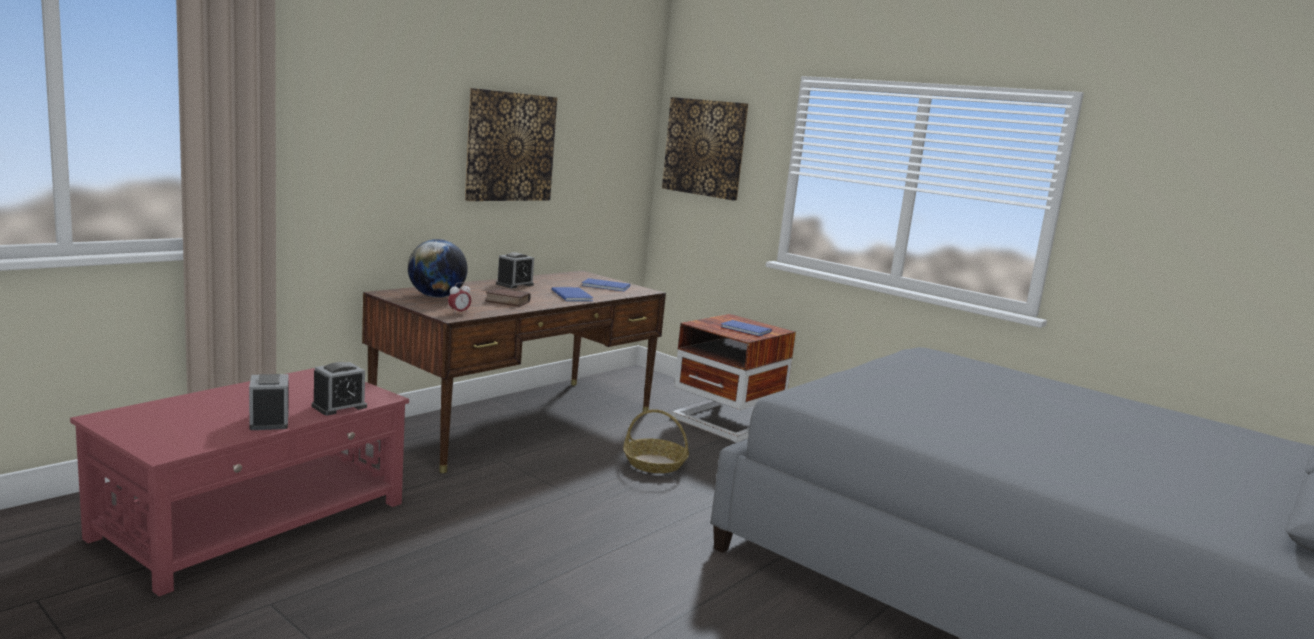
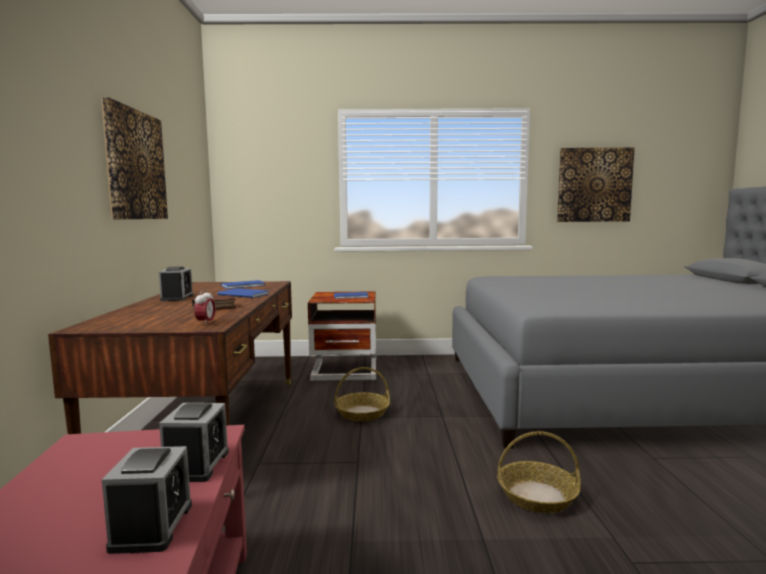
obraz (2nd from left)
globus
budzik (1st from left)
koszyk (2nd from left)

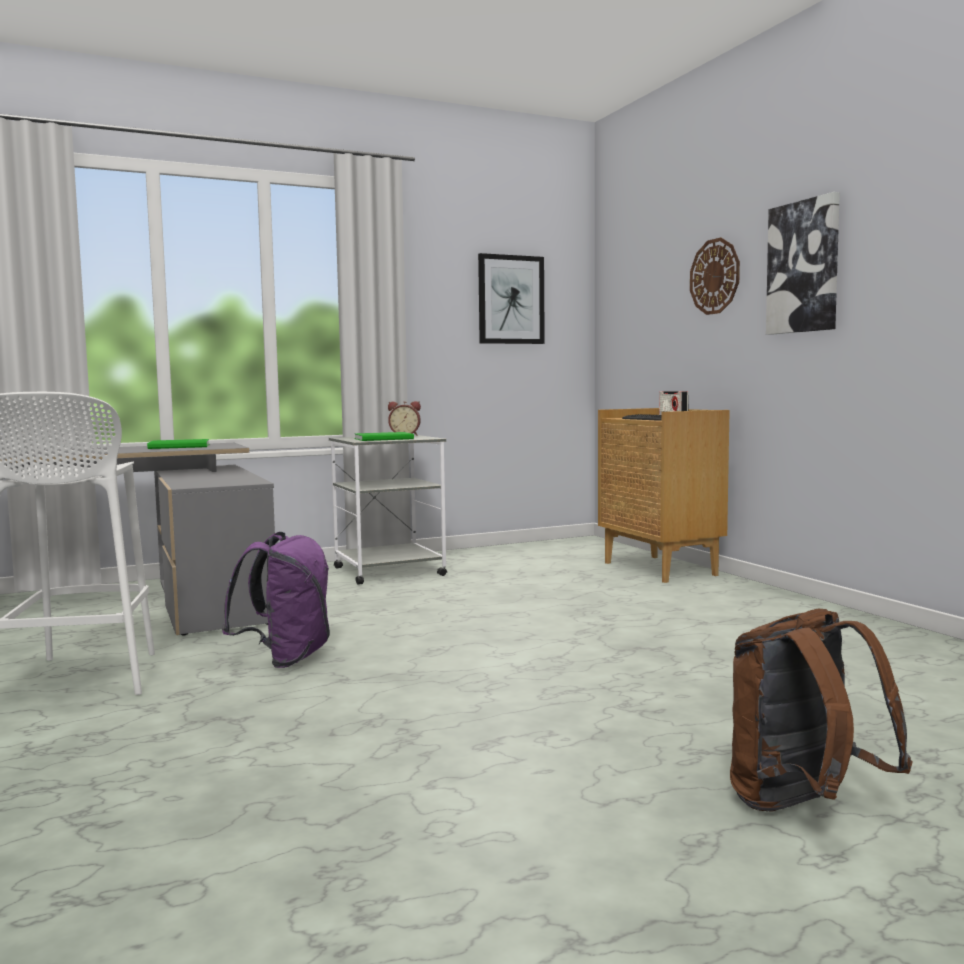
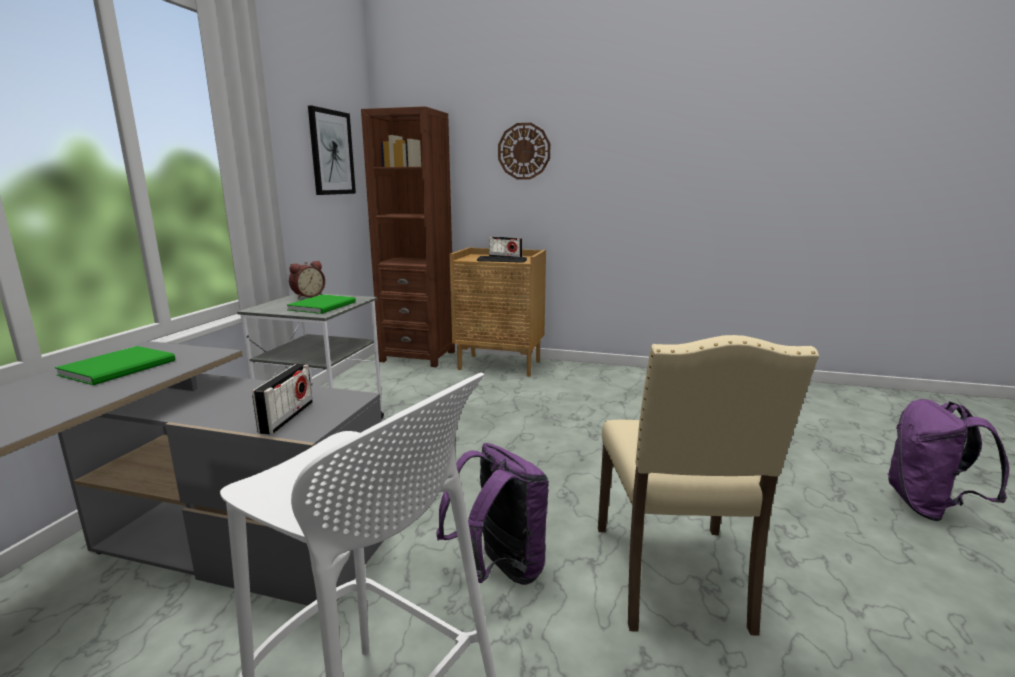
obraz (2nd from left in the first image)
plecak (fioletowy) (2nd from left)
regał (brązowy)
krzesło (beżowy)
radio (1st from left)

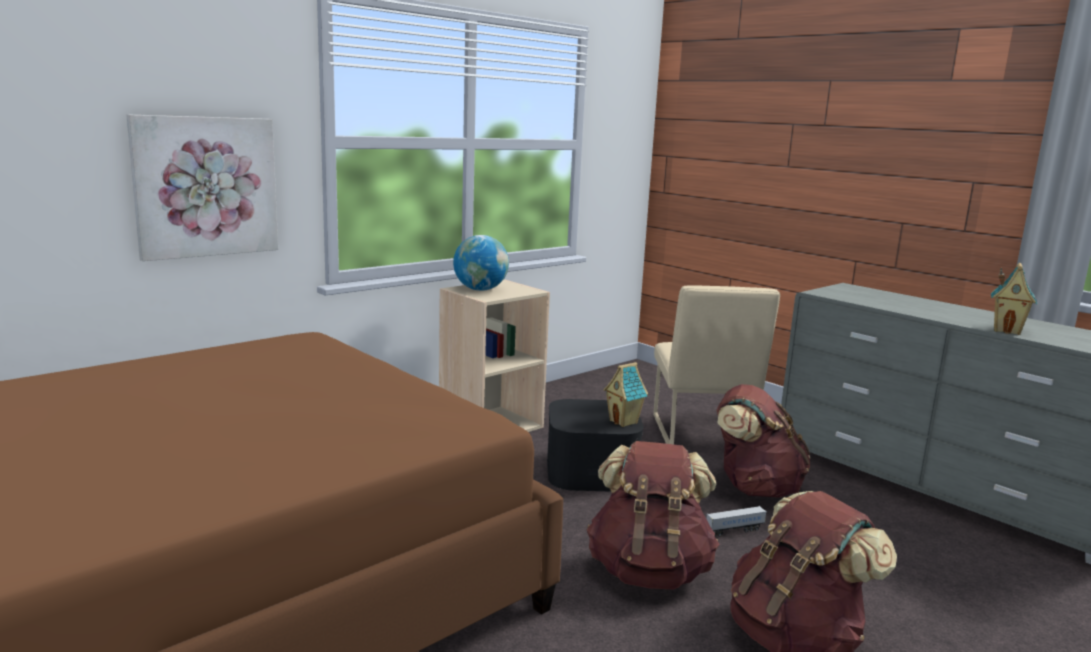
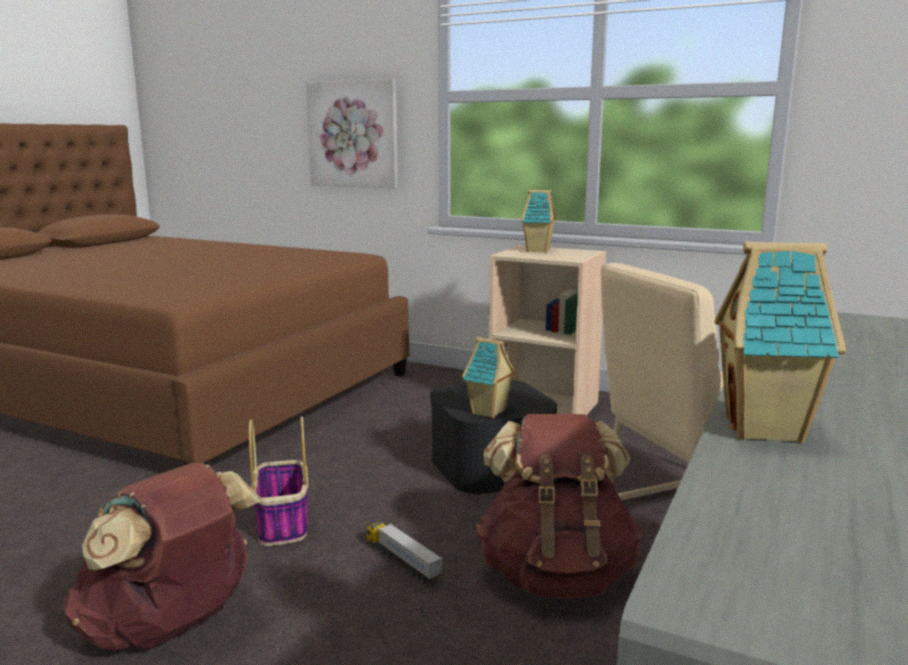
domek (2nd from left)
koszyk

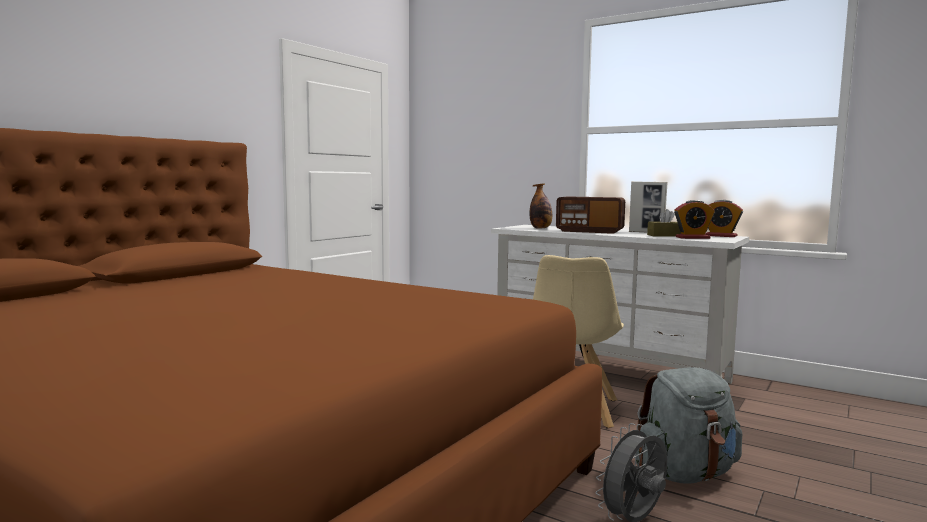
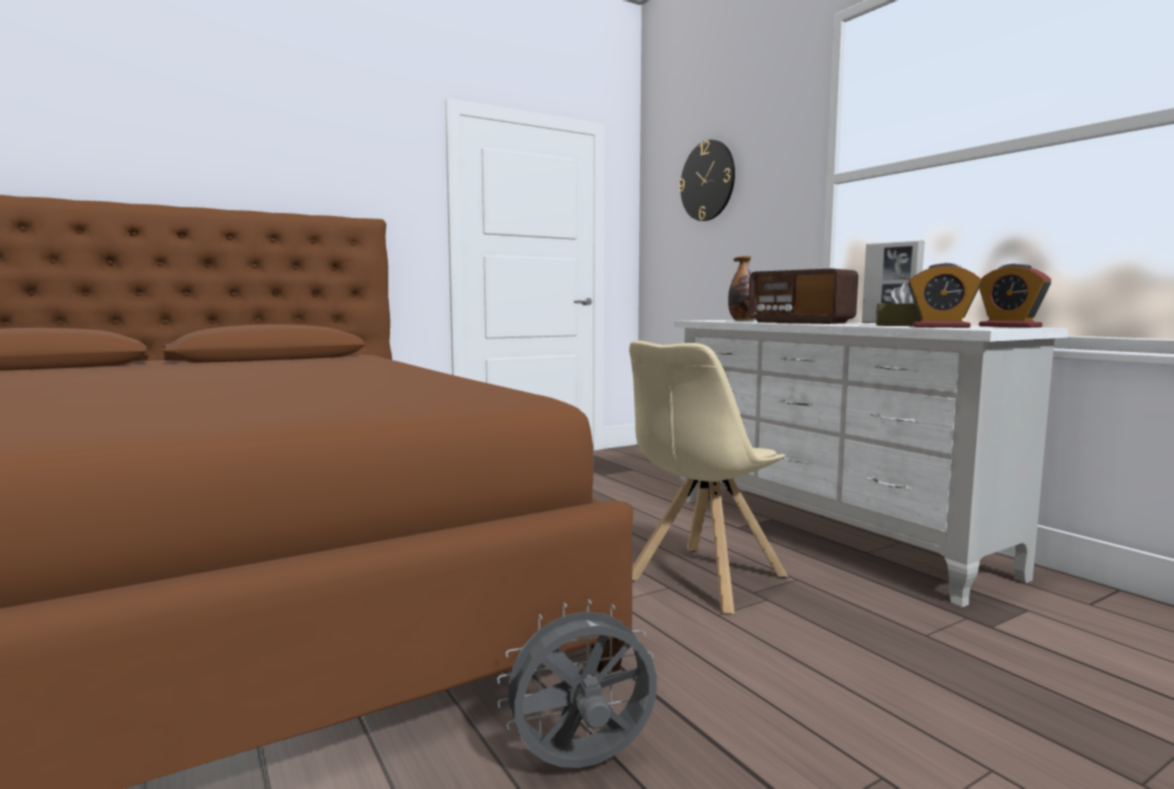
plecak (szary)
zegar ścienny

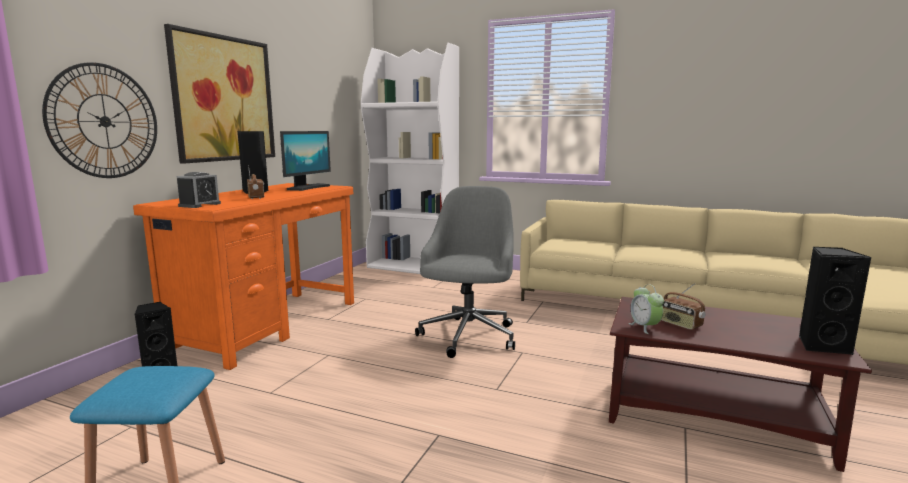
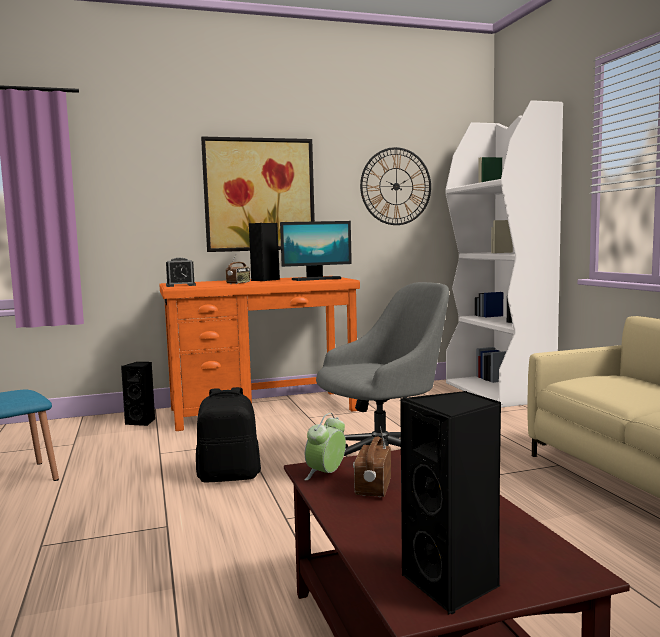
zegar ścienny
plecak (czarny)

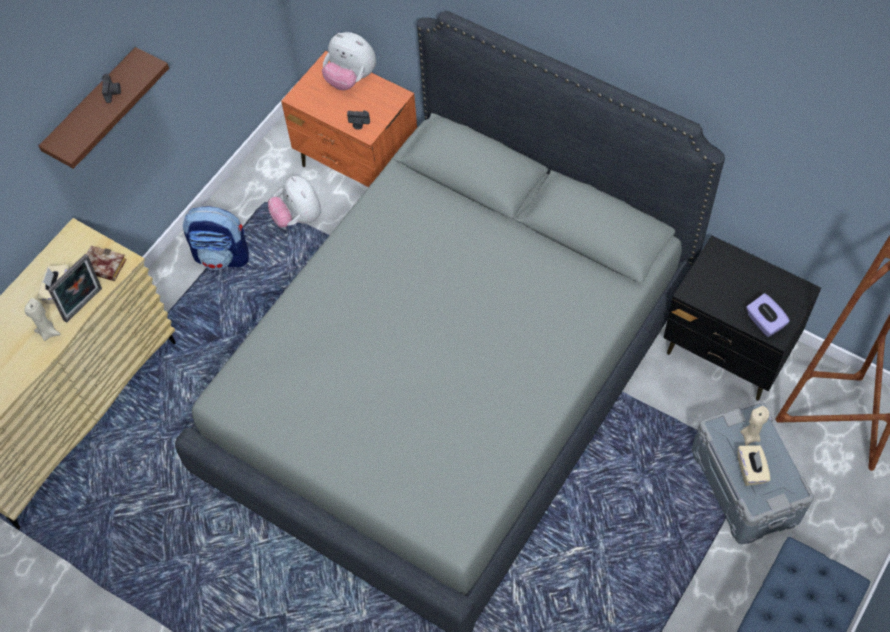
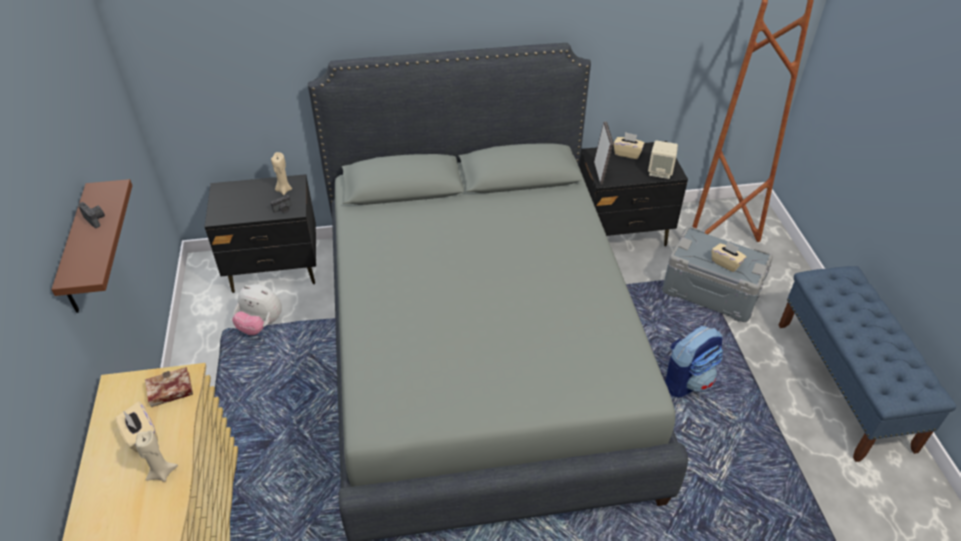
pluszak (2nd from left in the first image)
szafka nocna (czarny) (1st from left)
plecak
ramka na zdjęcie
głośnik (beżowy)
świeca (beżowy) (2nd from left)
pudełko chusteczek (beżowy) (2nd from left)

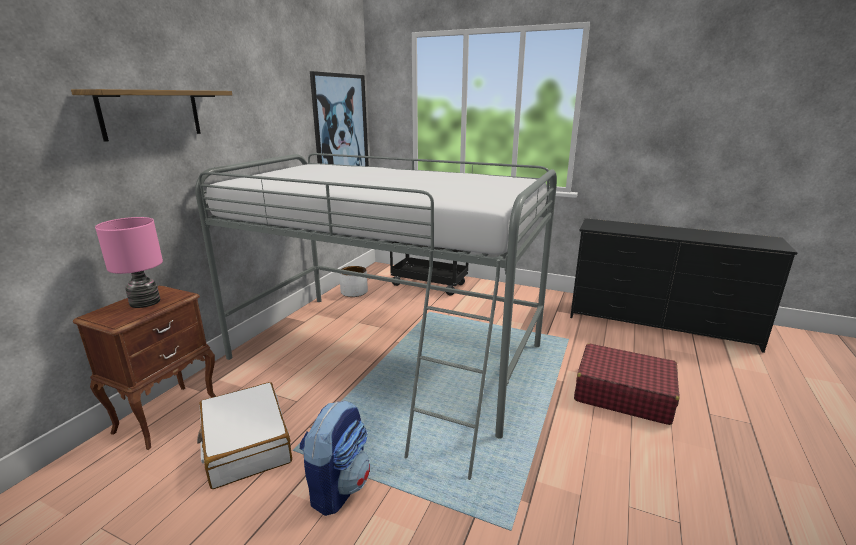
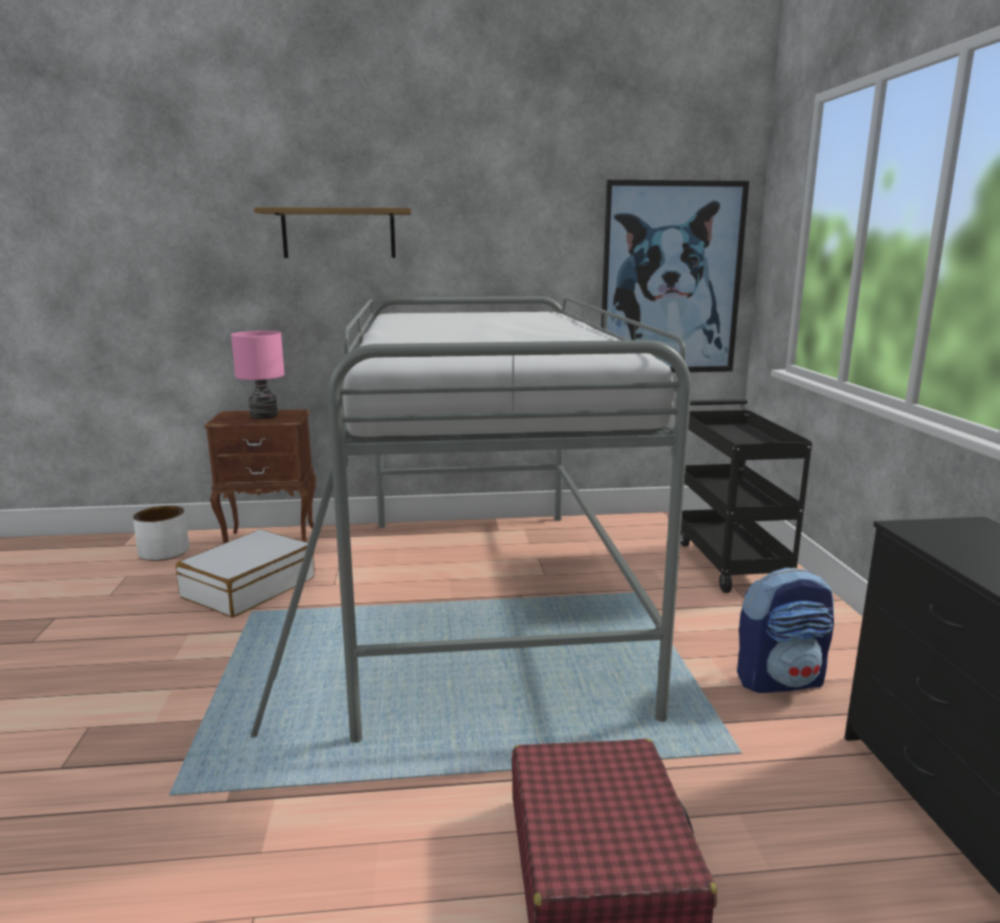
donica (biały)
plecak

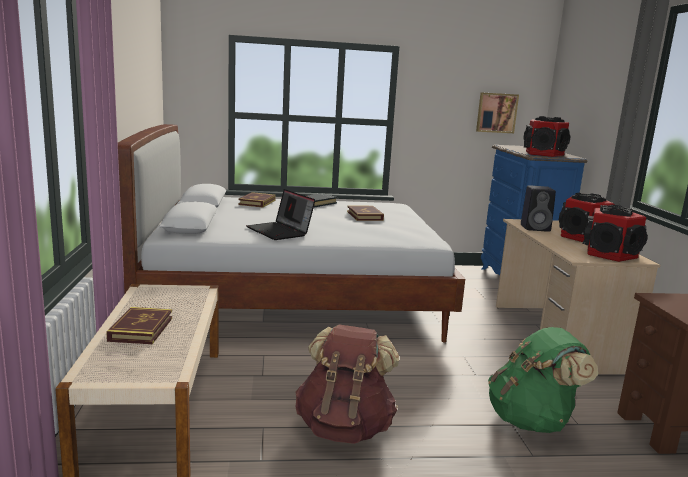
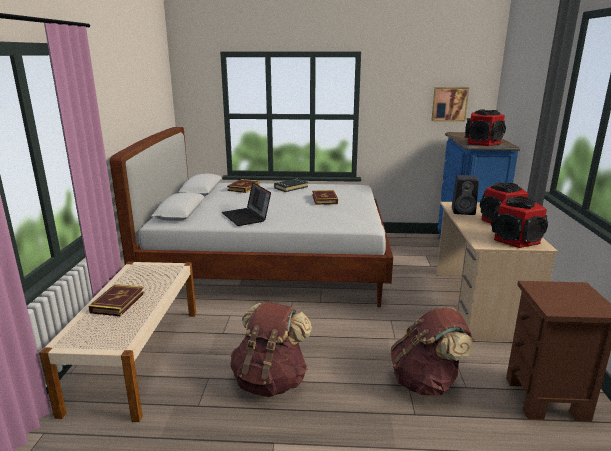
plecak (brązowy) (2nd from left)

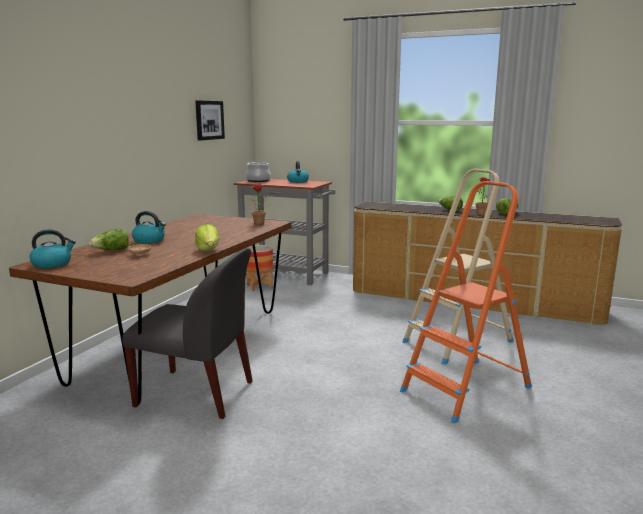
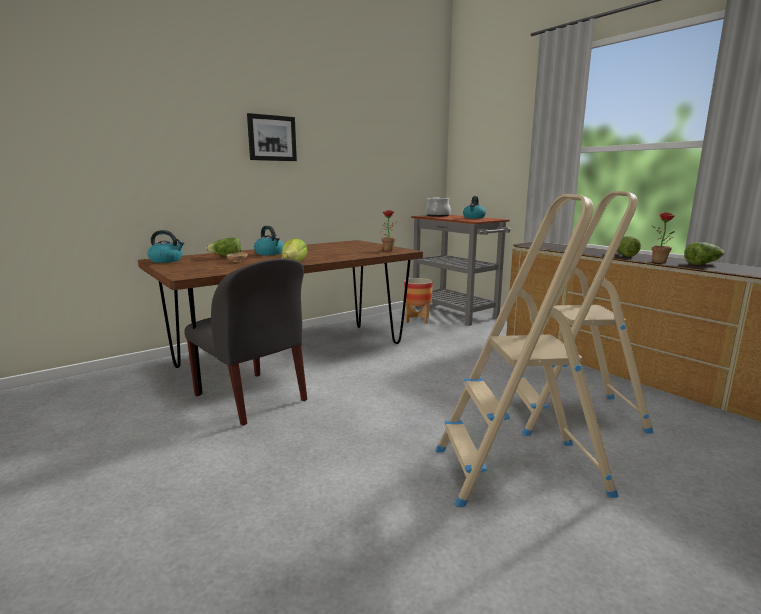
obraz
drabinka (beżowy) (1st from left)

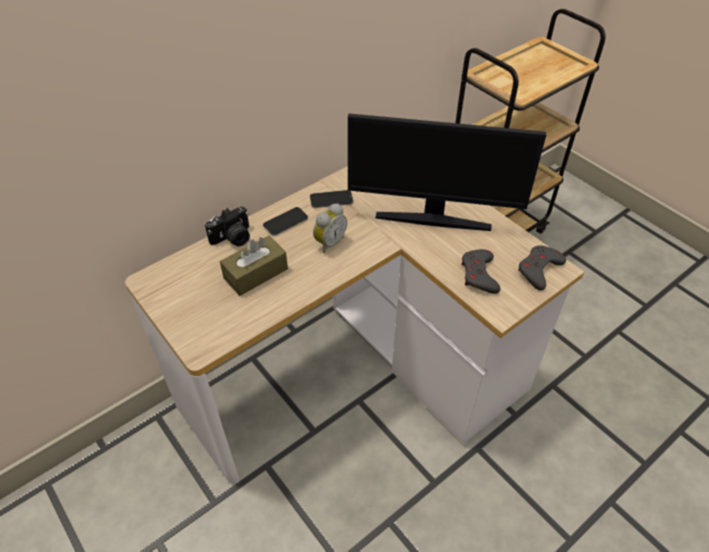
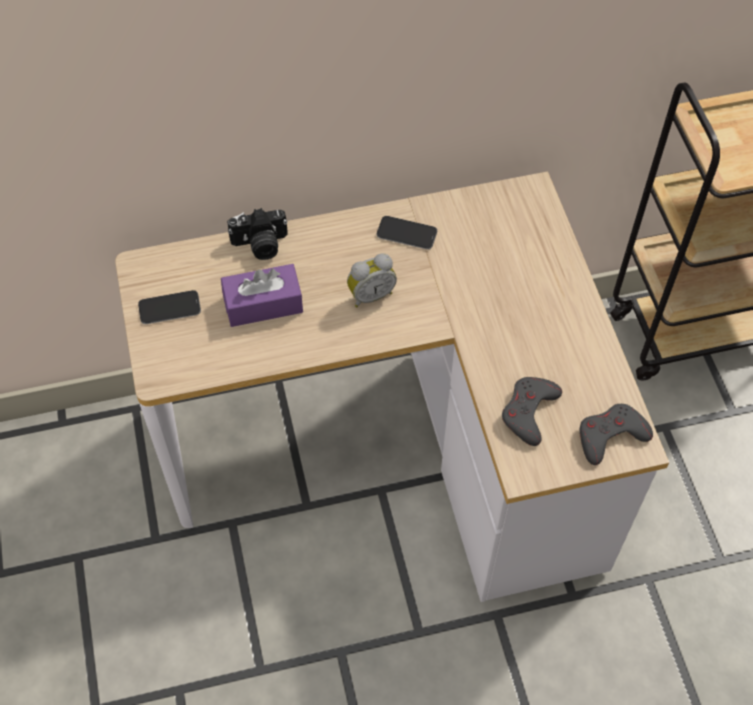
monitor
telefon (1st from left)
pudełko chusteczek (fioletowy)

